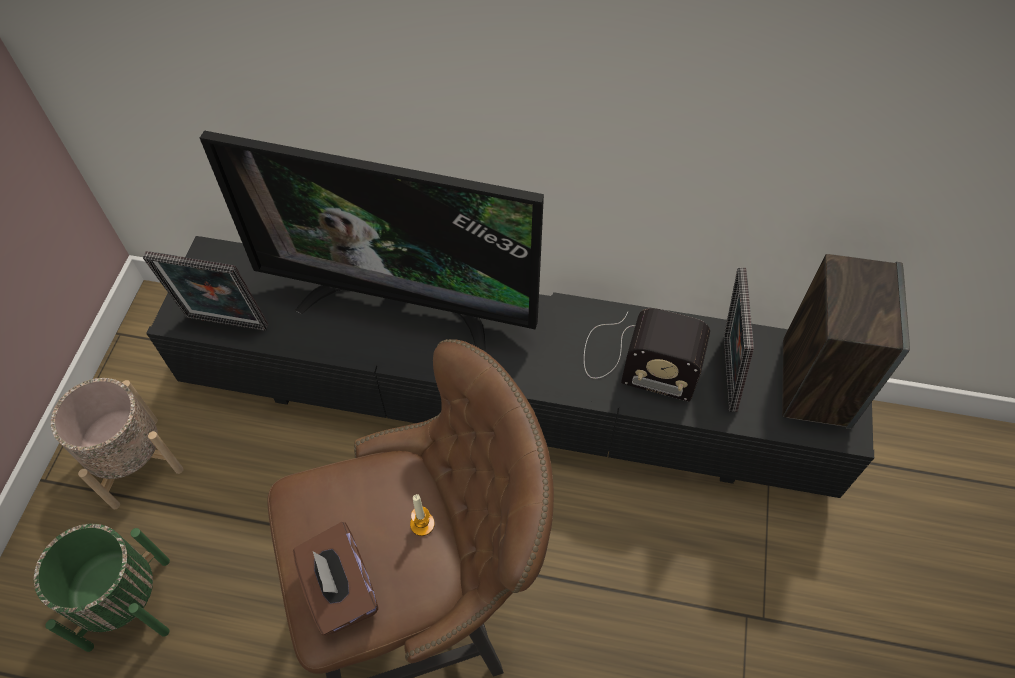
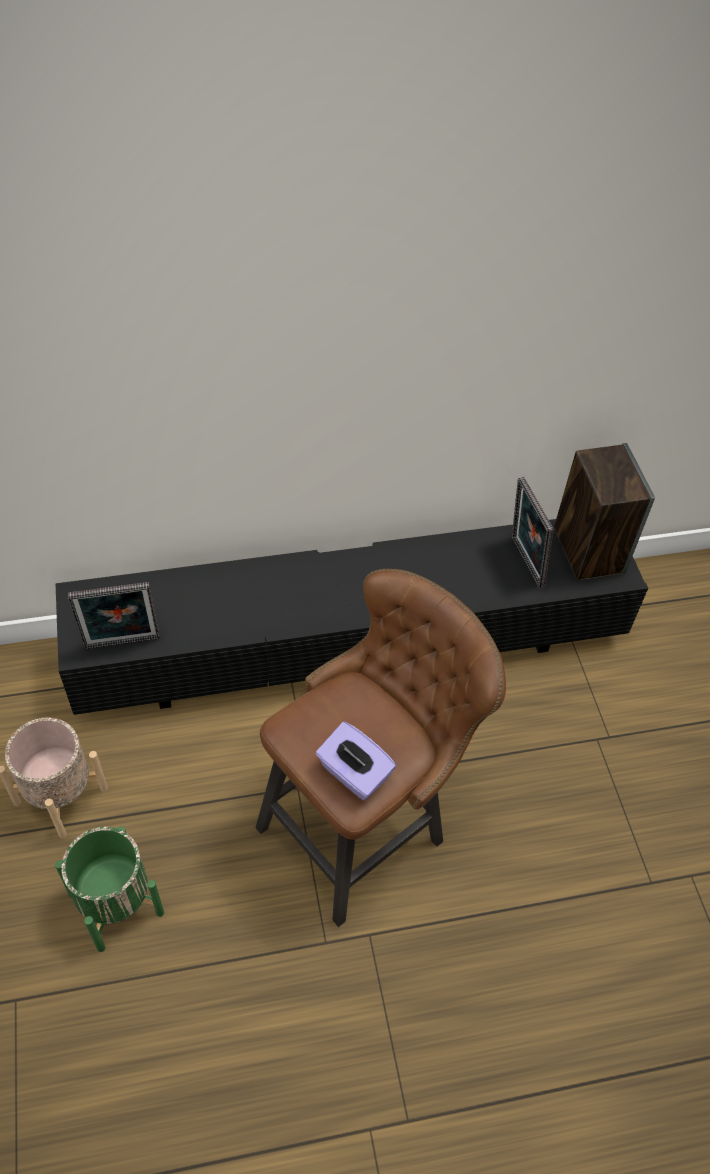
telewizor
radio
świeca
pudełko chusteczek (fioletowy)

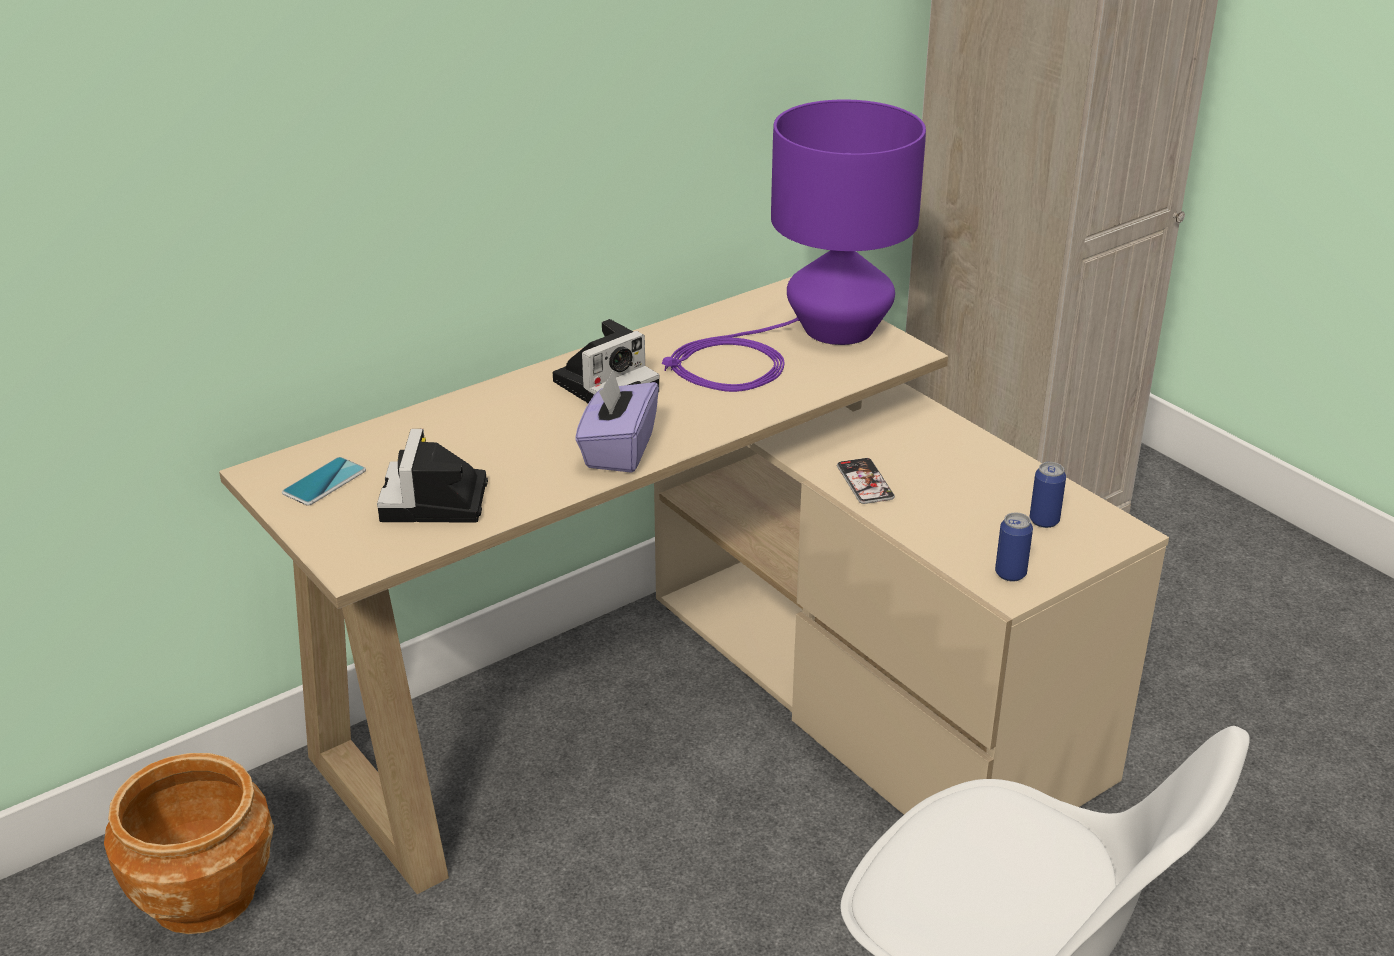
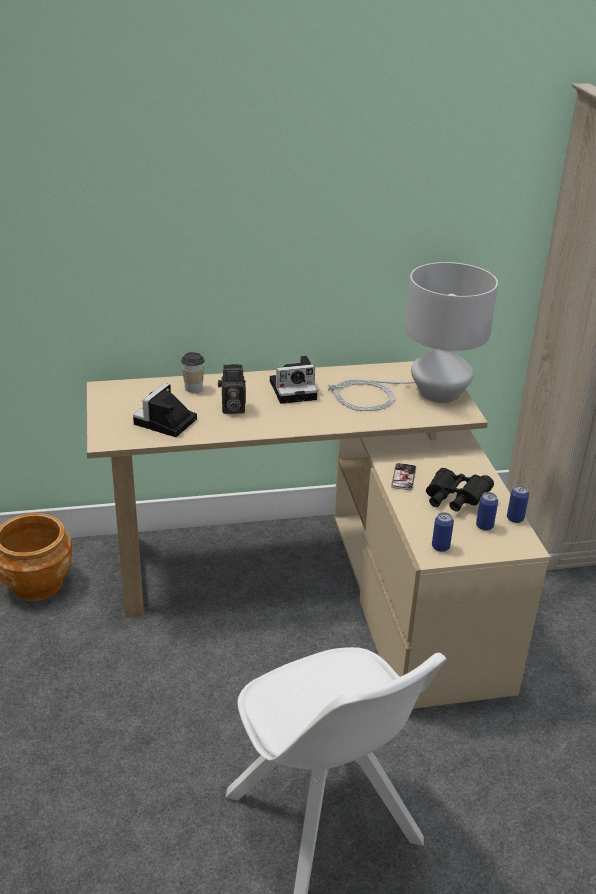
lampa stołowa (szary)
pudełko chusteczek (fioletowy)
telefon (1st from left in the first image)
filiżanka
aparat fotograficzny (2nd from left)
lornetka (czarny)
puszka (3rd from left)

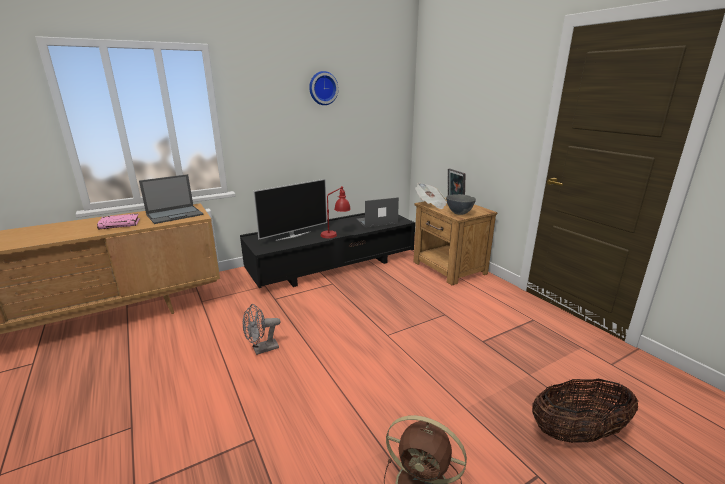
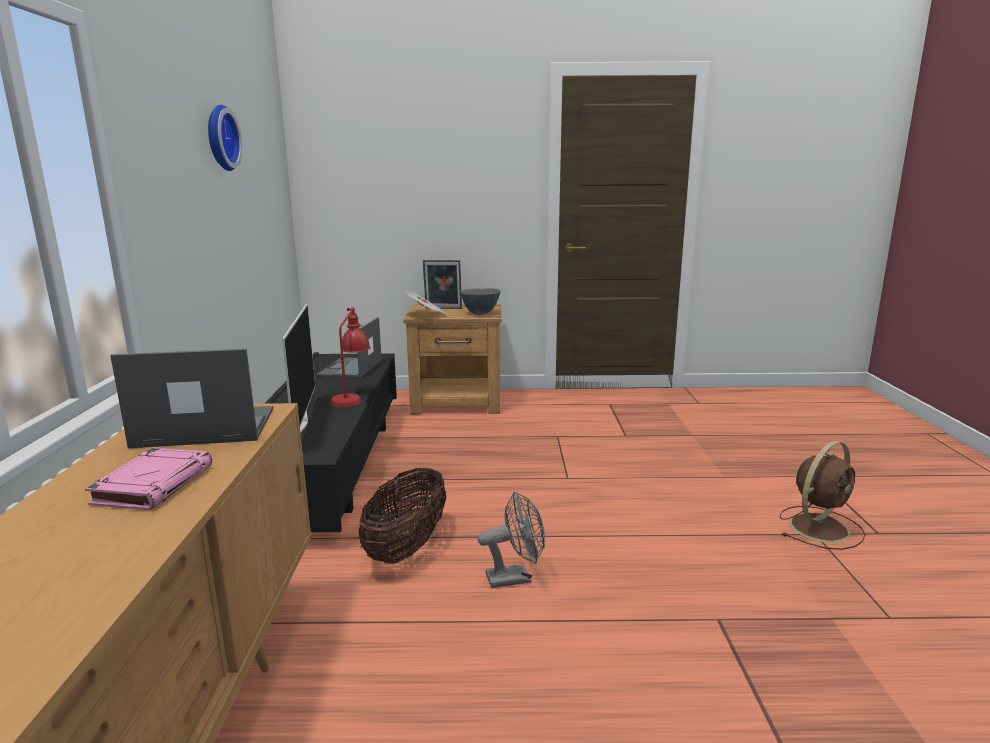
laptop (1st from left)
wentylator (szary)
koszyk

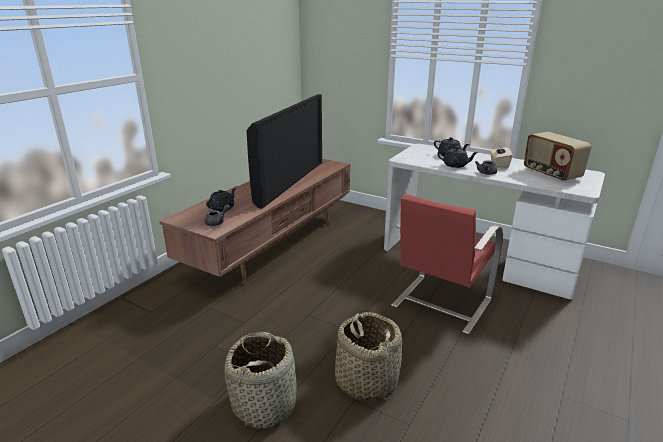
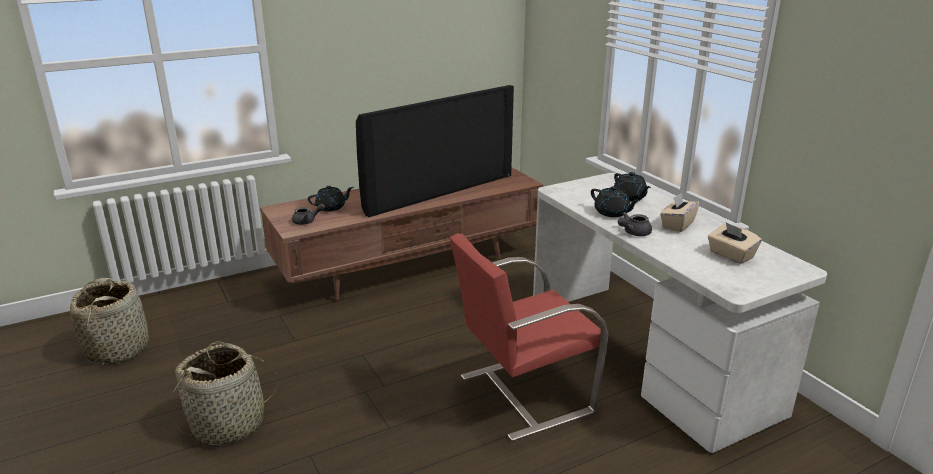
pudełko chusteczek (beżowy) (2nd from left)
koszyk (1st from left)

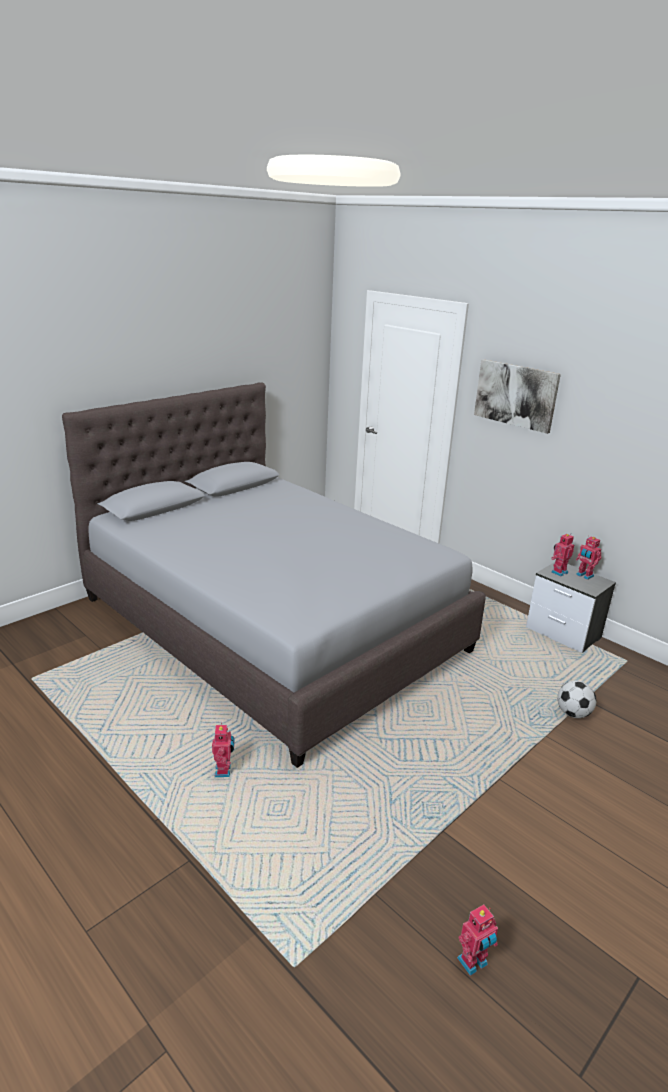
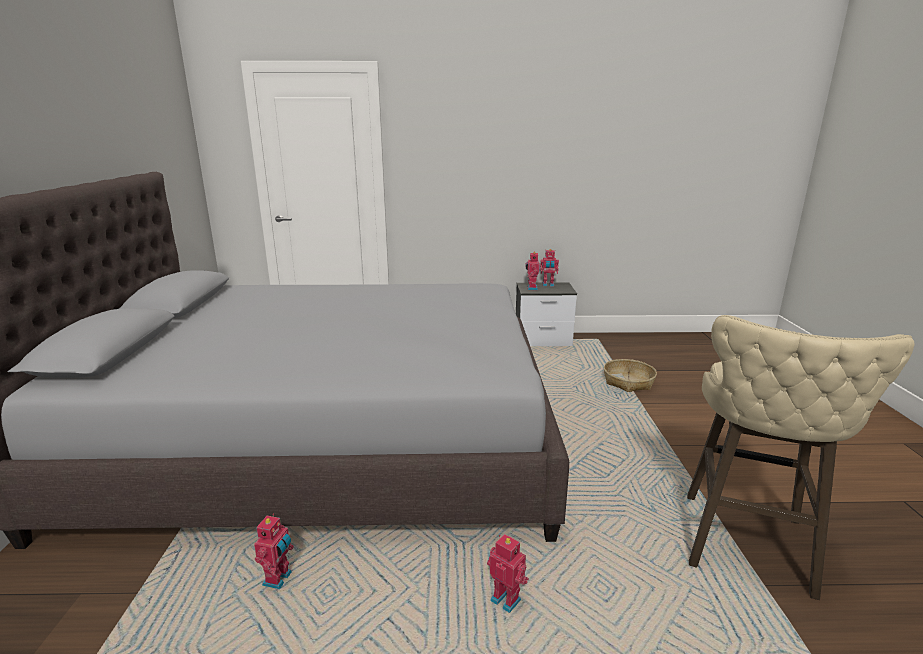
obraz
koszyk
robot zabawkowy (1st from left)
stołek (beżowy)

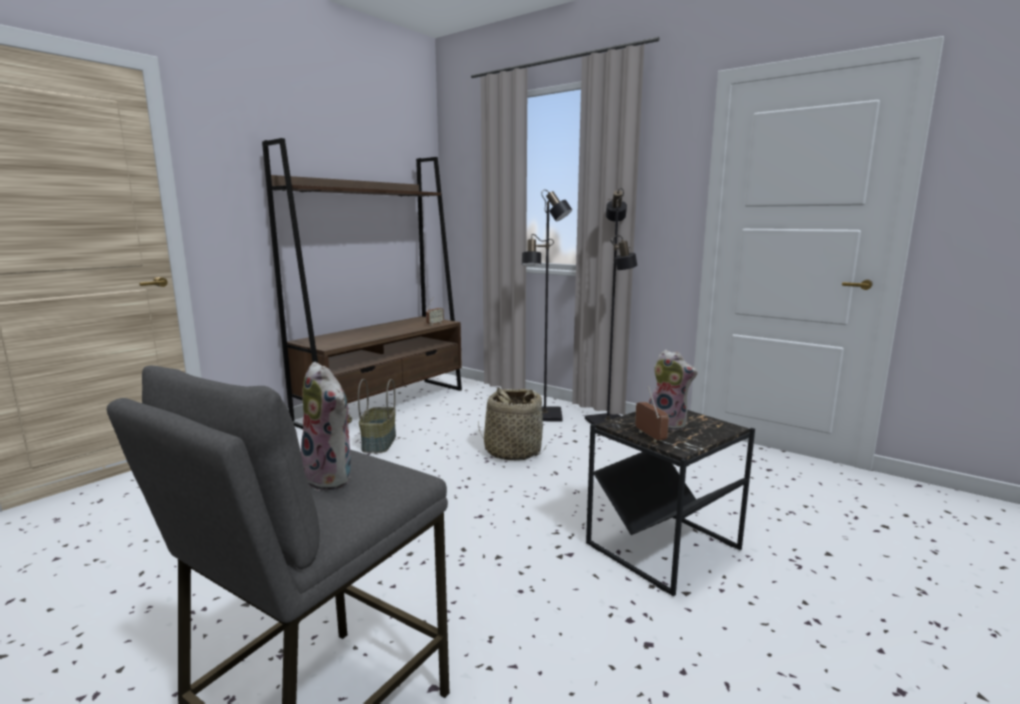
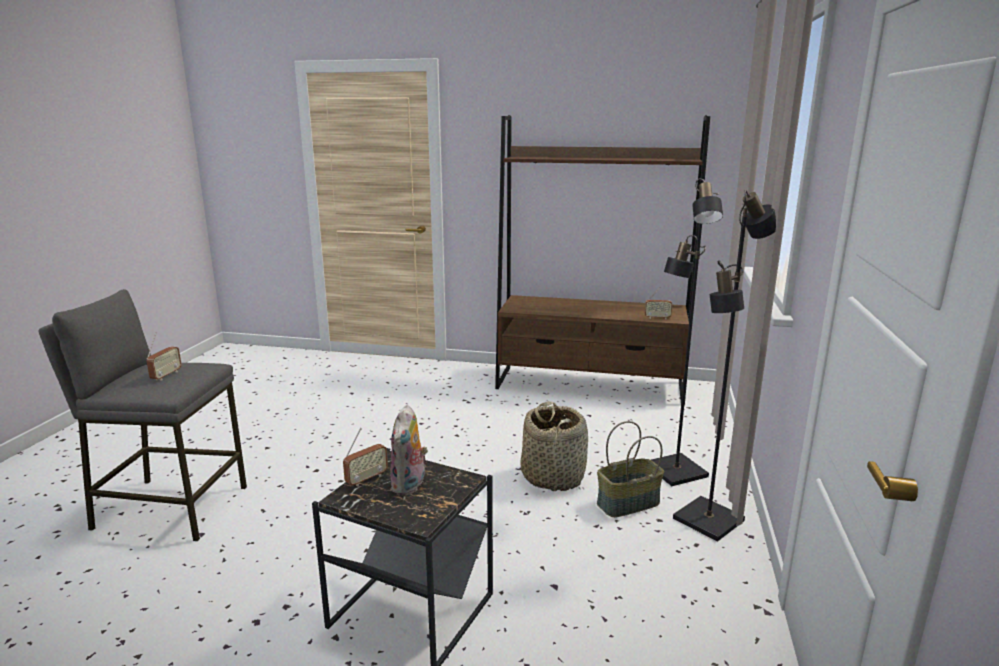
radio (1st from left)
koszyk (2nd from left)

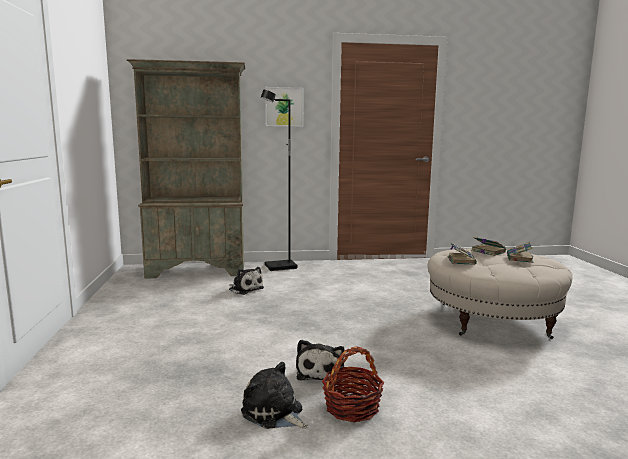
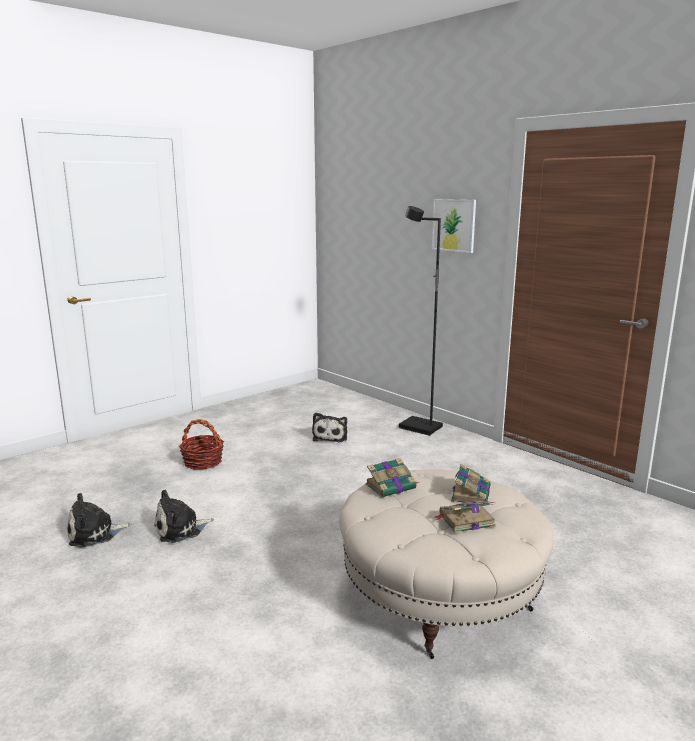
regał (zielony)
koszyk
pluszak (1st from left)

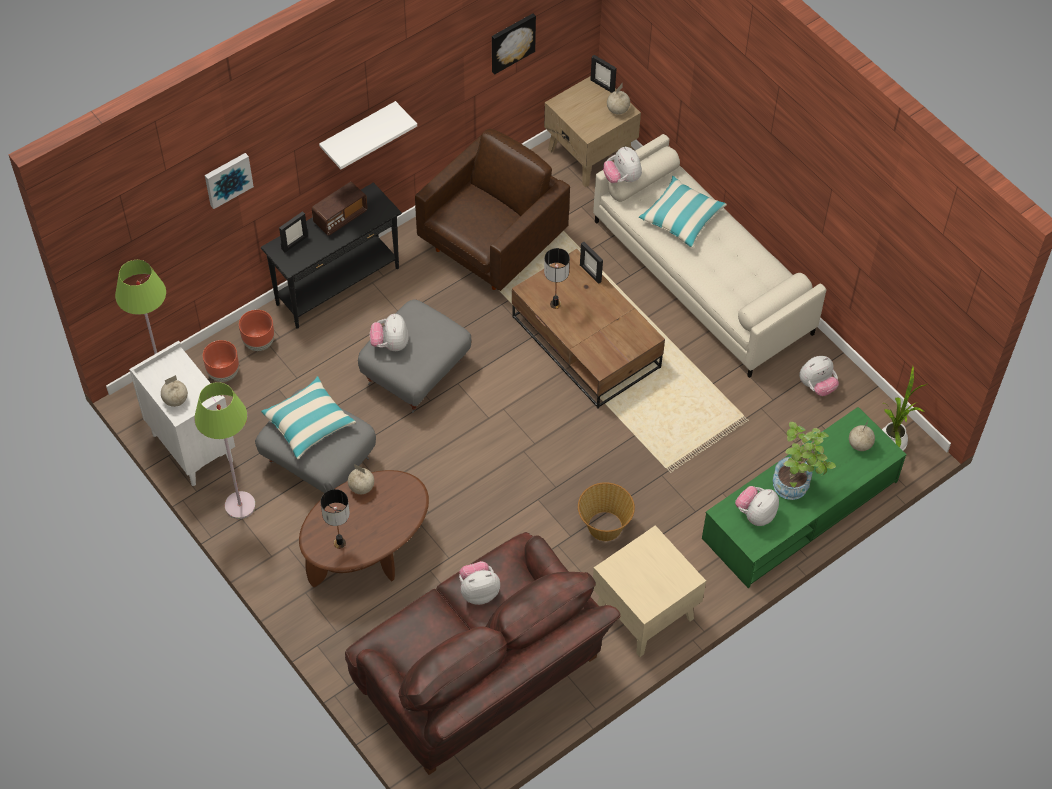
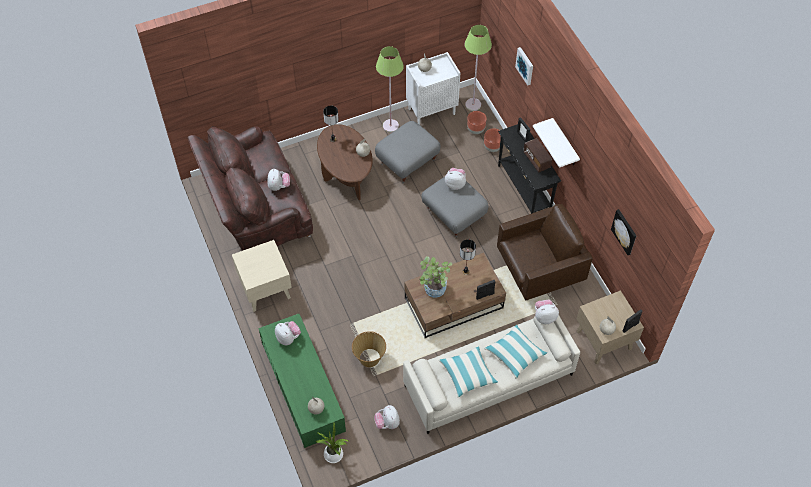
fotel (brązowy)
poduszka (1st from left)
roślina doniczkowa (2nd from left)
koszyk

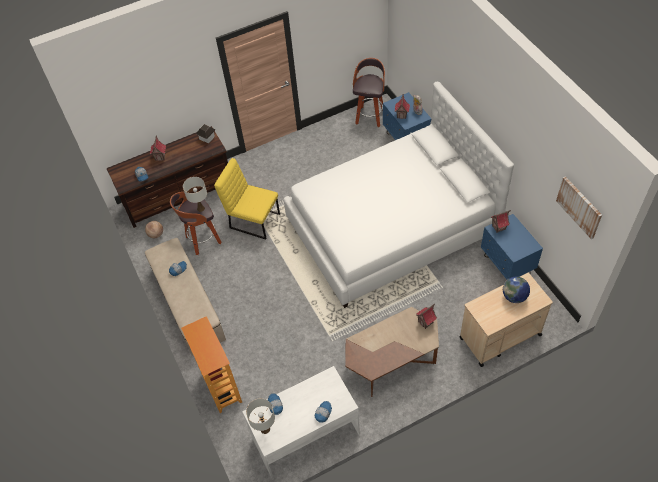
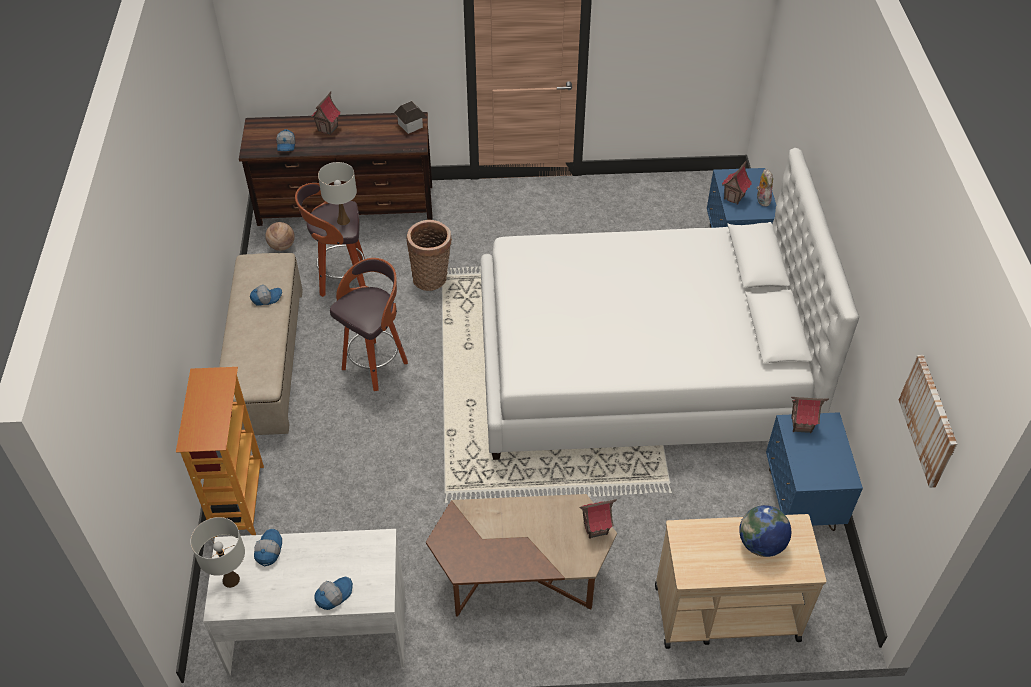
stołek (2nd from left)
koszyk

